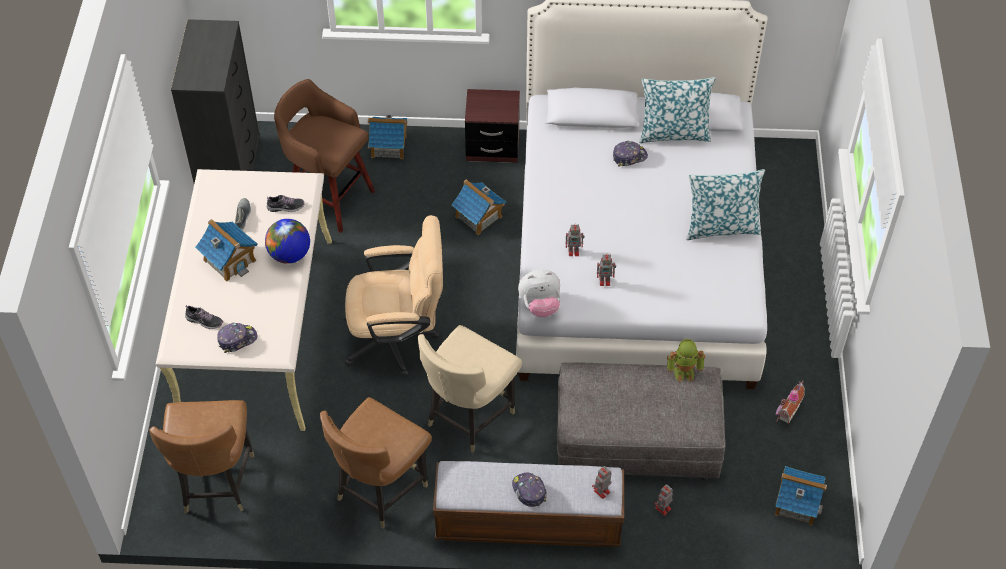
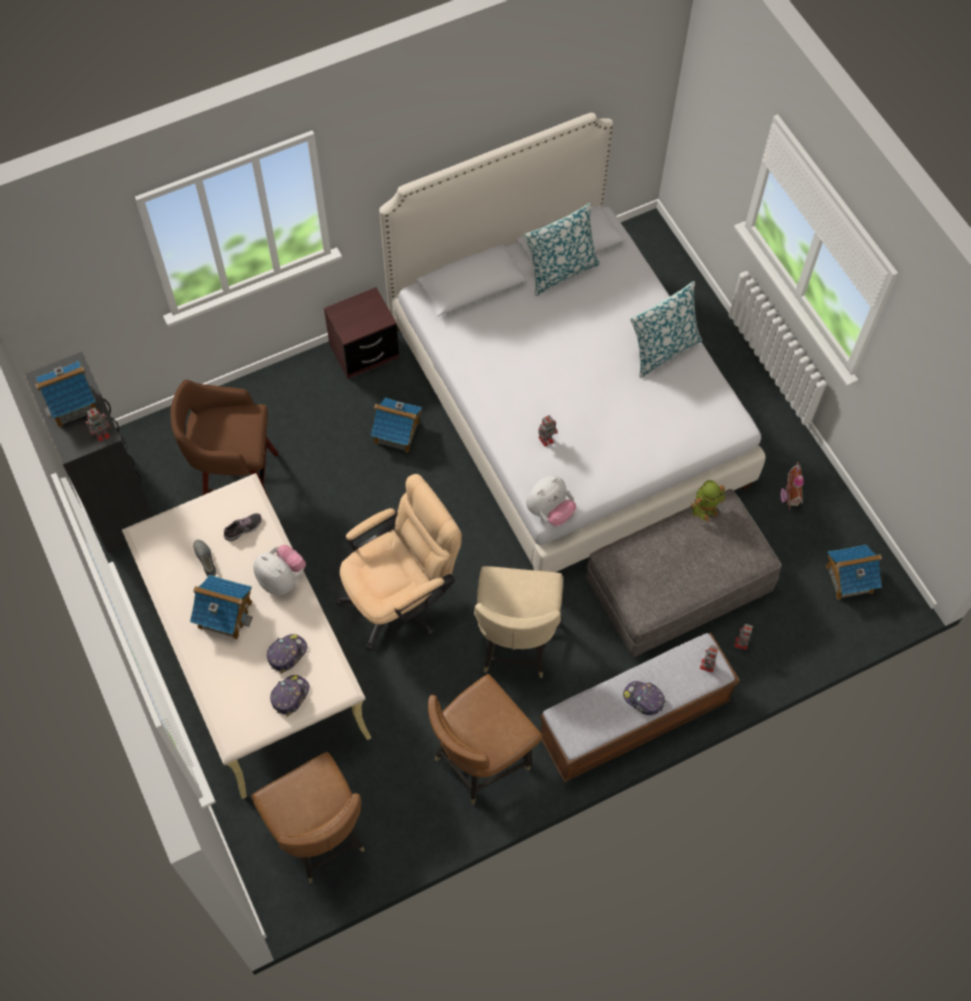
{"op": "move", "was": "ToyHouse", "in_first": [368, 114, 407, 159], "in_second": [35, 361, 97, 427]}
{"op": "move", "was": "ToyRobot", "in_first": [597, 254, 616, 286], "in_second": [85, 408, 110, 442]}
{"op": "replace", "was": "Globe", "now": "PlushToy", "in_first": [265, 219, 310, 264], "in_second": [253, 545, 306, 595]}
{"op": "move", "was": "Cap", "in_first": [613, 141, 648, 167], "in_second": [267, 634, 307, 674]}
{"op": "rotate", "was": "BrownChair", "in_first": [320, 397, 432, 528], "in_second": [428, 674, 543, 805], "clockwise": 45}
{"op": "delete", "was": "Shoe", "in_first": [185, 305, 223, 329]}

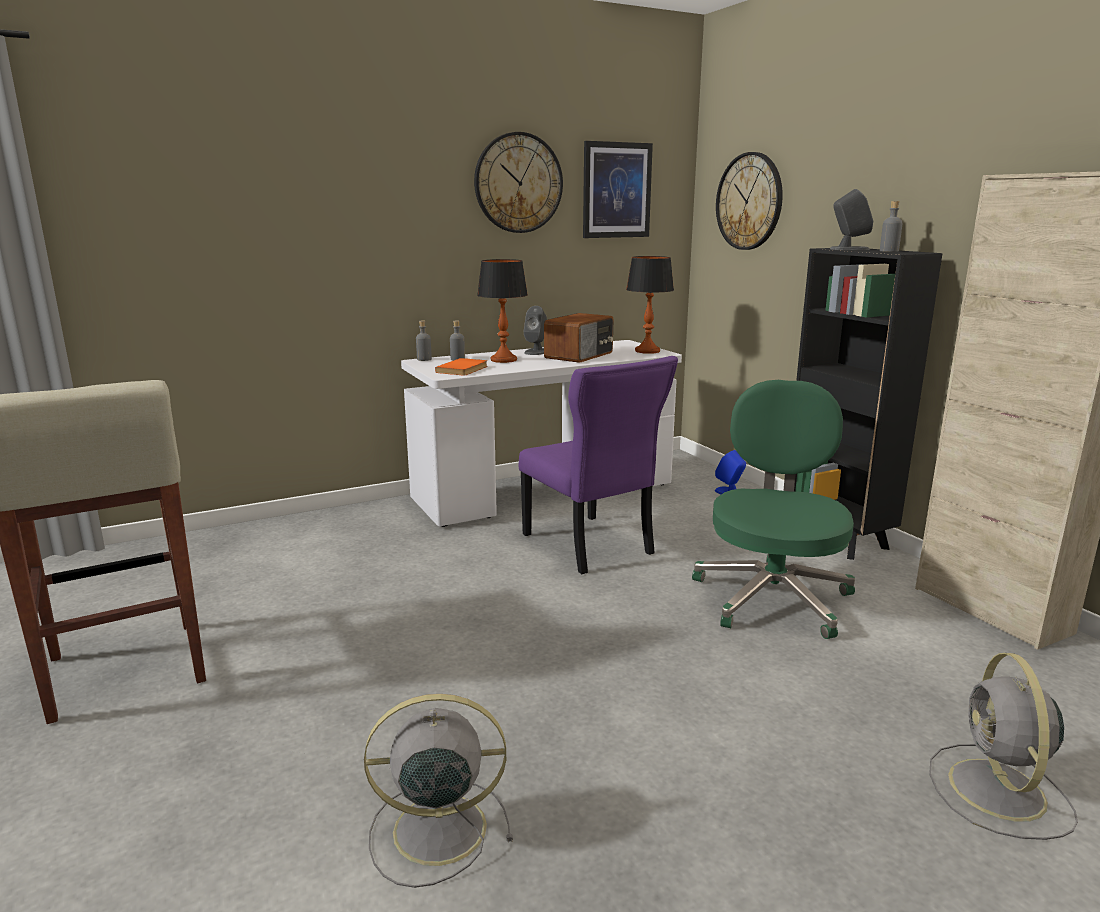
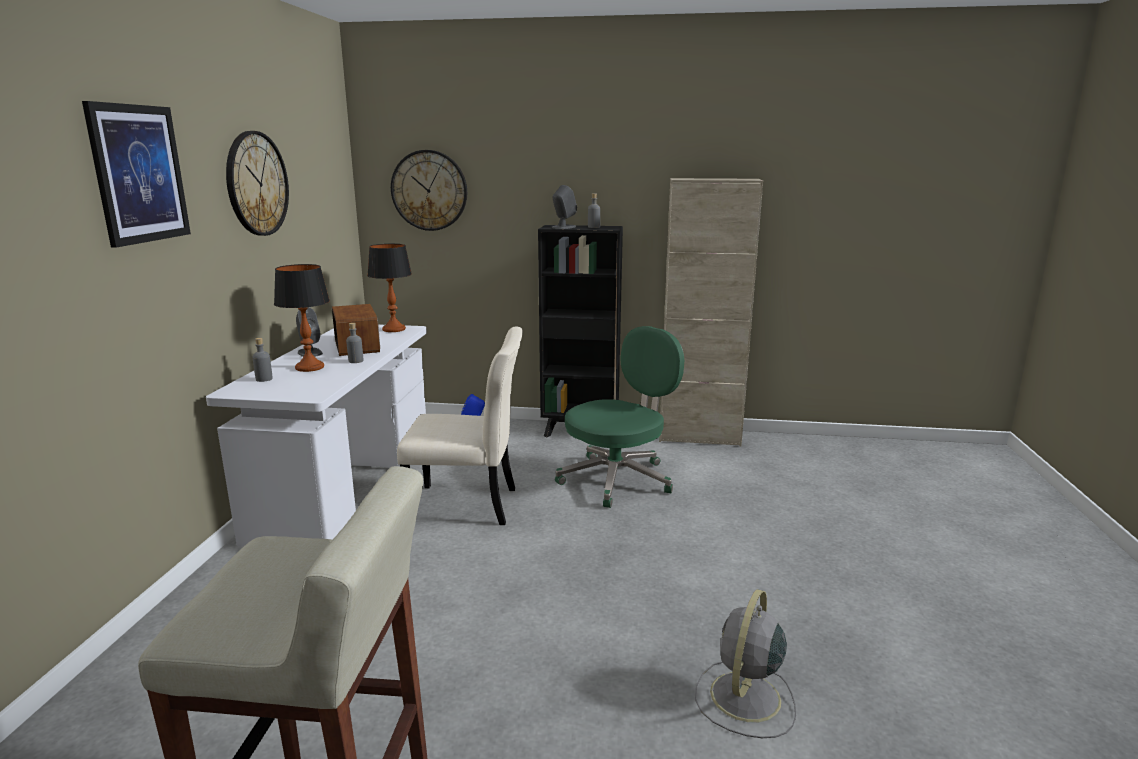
{"op": "move", "was": "Picture", "in_first": [583, 141, 653, 238], "in_second": [82, 101, 191, 248]}
{"op": "move", "was": "GreyBottle", "in_first": [416, 321, 432, 361], "in_second": [346, 323, 364, 363]}
{"op": "recolor", "was": "PurpleChair", "now": "BeigeChair", "in_first": [519, 356, 678, 574], "in_second": [397, 327, 523, 525]}
{"op": "rotate", "was": "GreenOfficeChair", "in_first": [692, 380, 855, 639], "in_second": [555, 326, 684, 508], "clockwise": 90}
{"op": "delete", "was": "OrangeBook", "in_first": [435, 358, 488, 376]}
{"op": "delete", "was": "GreyFan", "in_first": [929, 653, 1078, 840]}

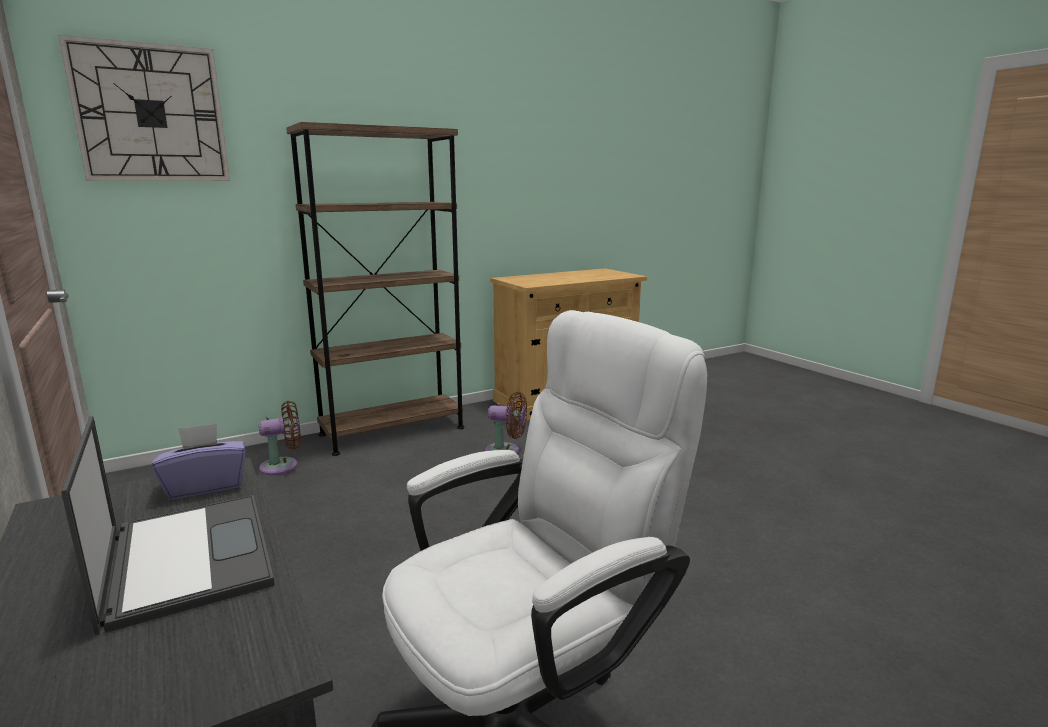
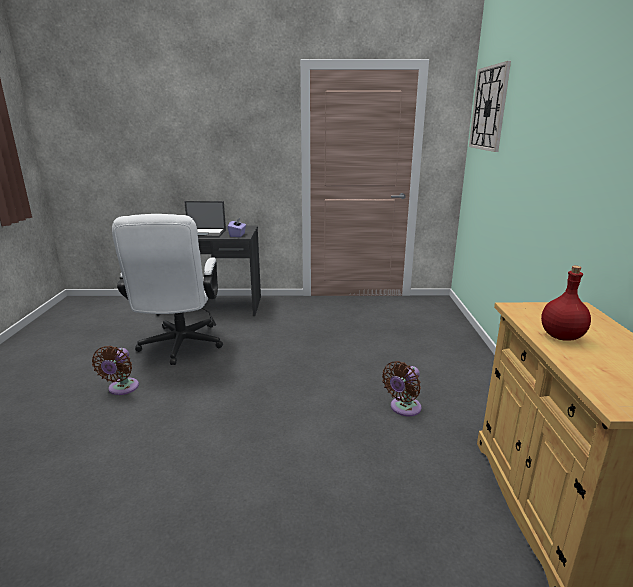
{"op": "move", "was": "BrownFan", "in_first": [258, 401, 301, 475], "in_second": [92, 346, 139, 395]}
{"op": "insert", "now": "RedBottle", "in_second": [541, 266, 591, 341]}
{"op": "delete", "was": "BrownBookcase", "in_first": [286, 122, 464, 456]}

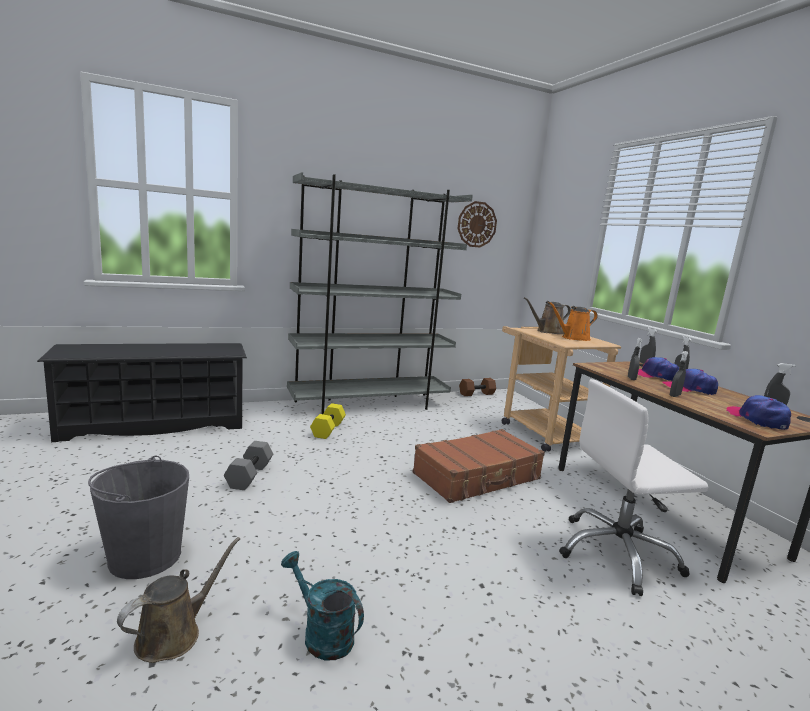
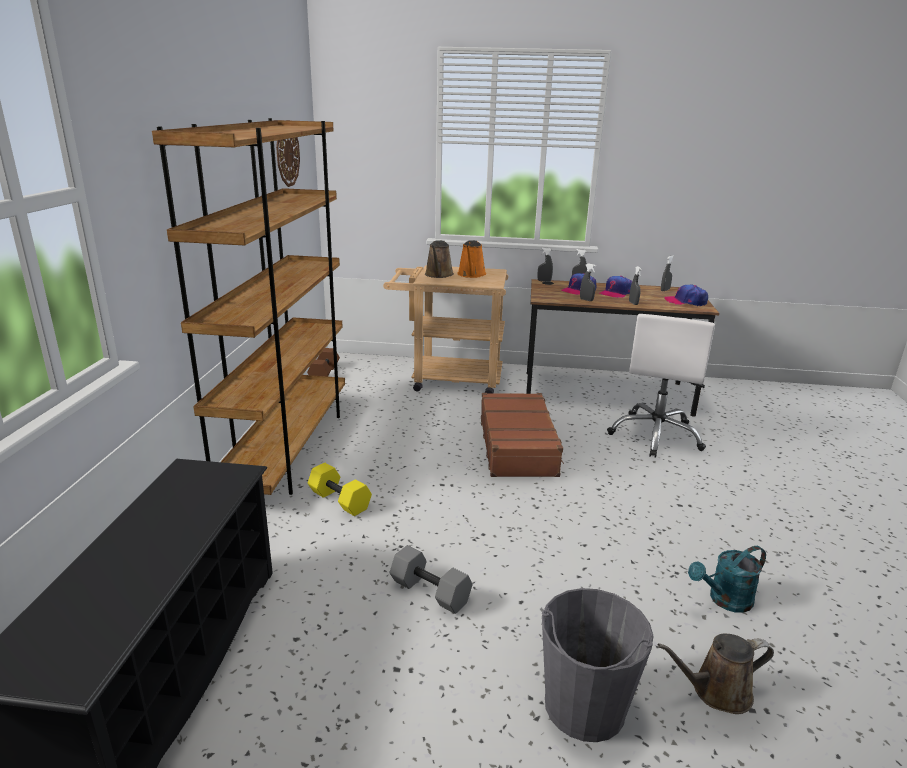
{"op": "recolor", "was": "GreyBookcase", "now": "BrownBookcase", "in_first": [287, 172, 473, 414], "in_second": [152, 118, 345, 495]}
{"op": "rotate", "was": "BrownWateringCan", "in_first": [117, 537, 240, 663], "in_second": [658, 634, 774, 714], "clockwise": -75}

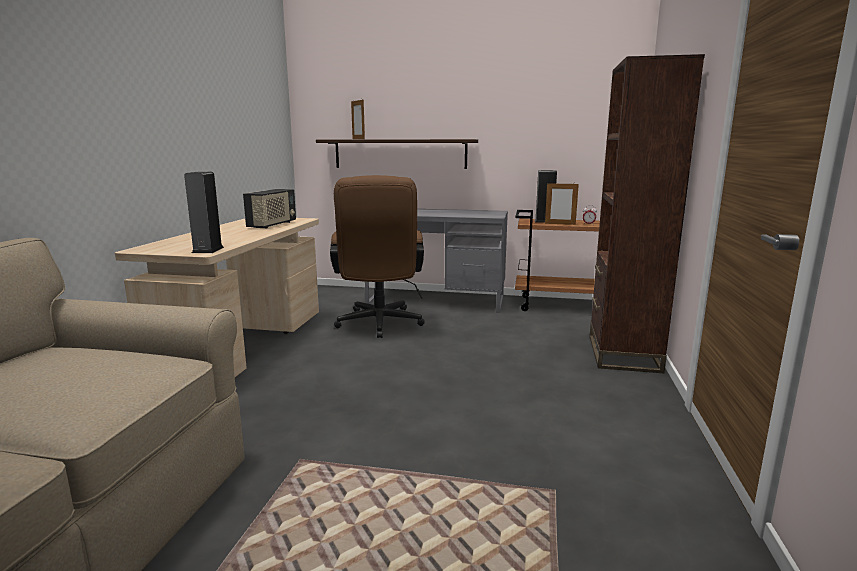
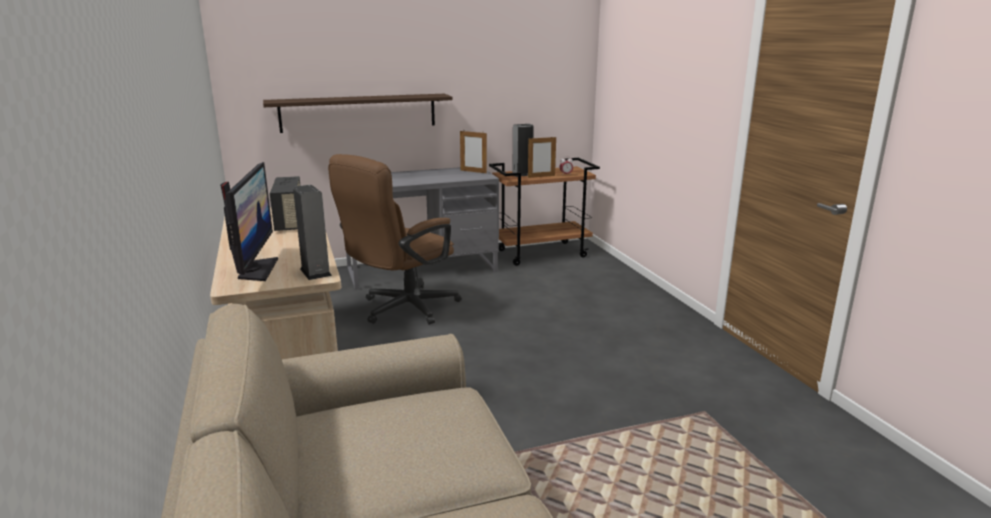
{"op": "insert", "now": "Monitor", "in_second": [220, 162, 278, 281]}
{"op": "rotate", "was": "BrownOfficeChair", "in_first": [330, 175, 425, 338], "in_second": [328, 154, 462, 325], "clockwise": 75}
{"op": "move", "was": "PictureFrame", "in_first": [351, 99, 365, 139], "in_second": [460, 131, 487, 173]}
{"op": "delete", "was": "BrownBookcase", "in_first": [589, 54, 705, 373]}

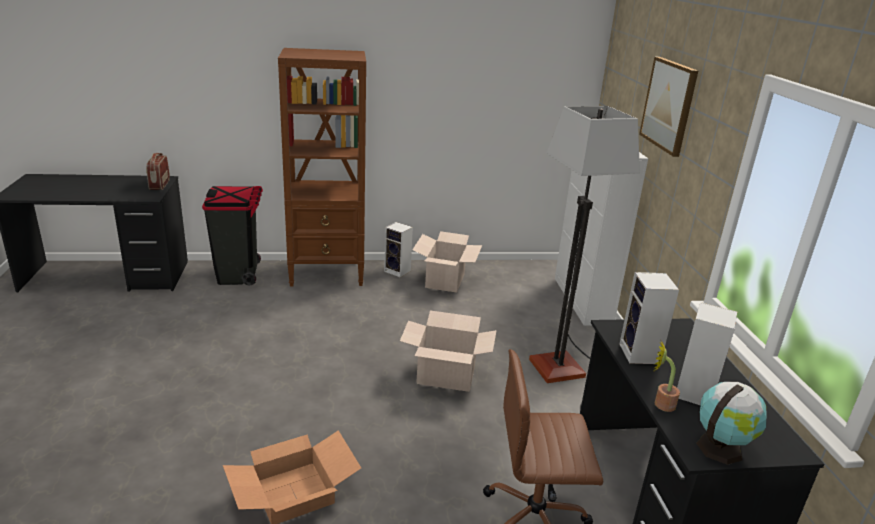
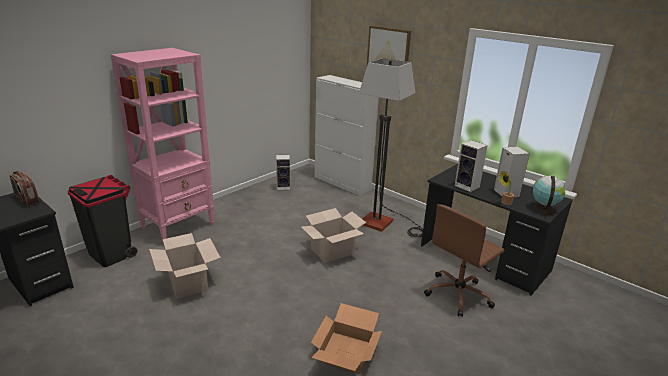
{"op": "recolor", "was": "BrownBookcase", "now": "PinkBookcase", "in_first": [278, 48, 366, 287], "in_second": [110, 48, 214, 245]}
{"op": "move", "was": "CardboardBox", "in_first": [413, 231, 482, 293], "in_second": [149, 233, 221, 299]}
{"op": "move", "was": "Speaker", "in_first": [384, 222, 413, 277], "in_second": [276, 155, 291, 190]}

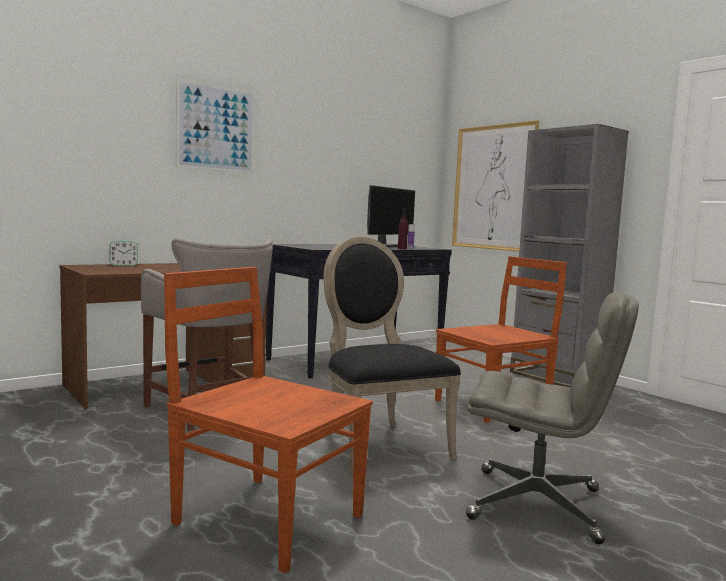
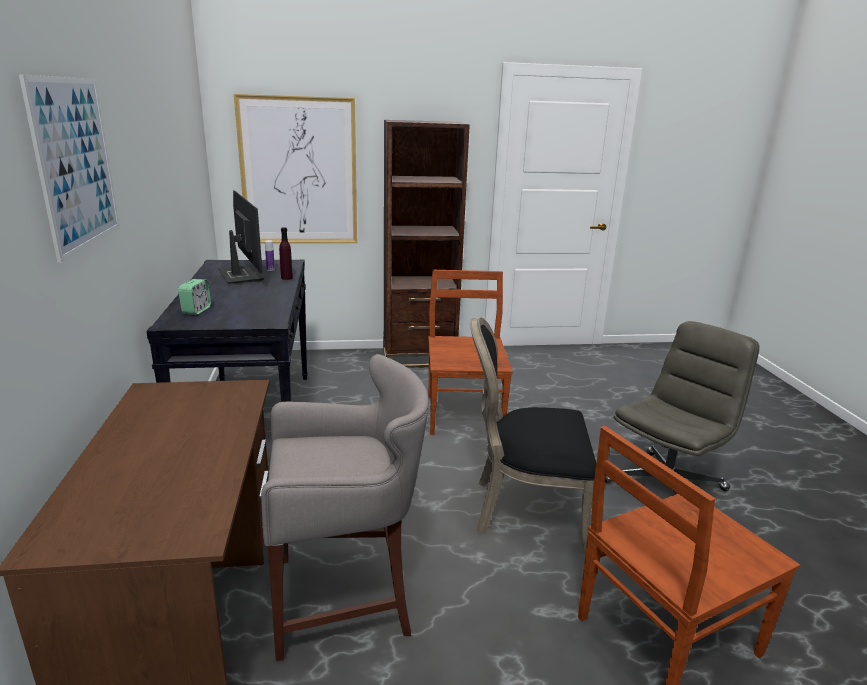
{"op": "move", "was": "AlarmClock", "in_first": [109, 241, 138, 266], "in_second": [178, 279, 211, 315]}
{"op": "recolor", "was": "GreyBookcase", "now": "BrownBookcase", "in_first": [510, 124, 629, 387], "in_second": [383, 120, 470, 368]}

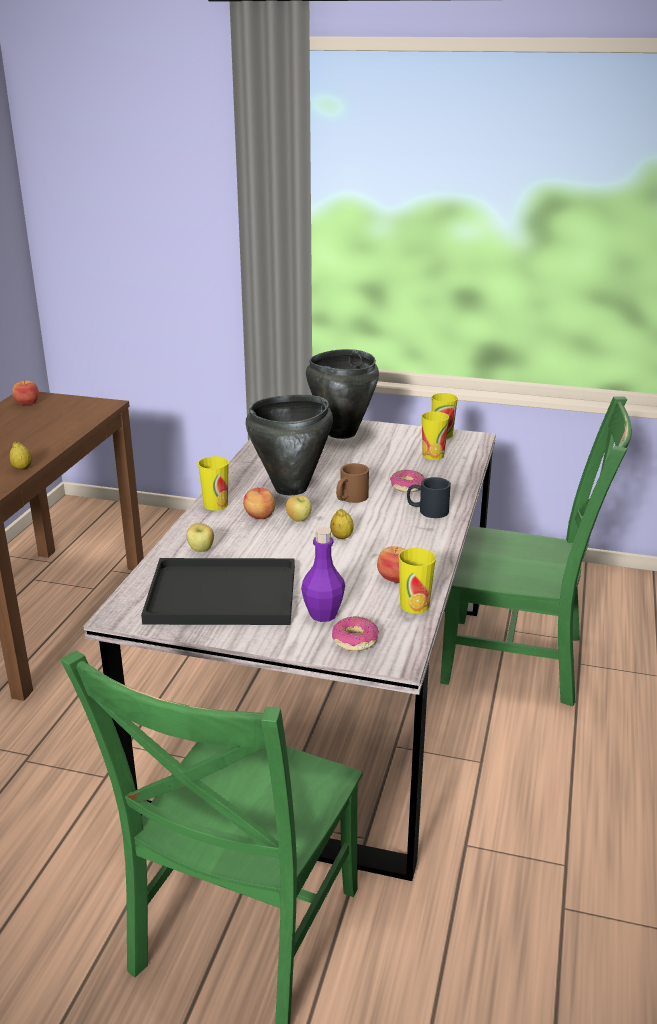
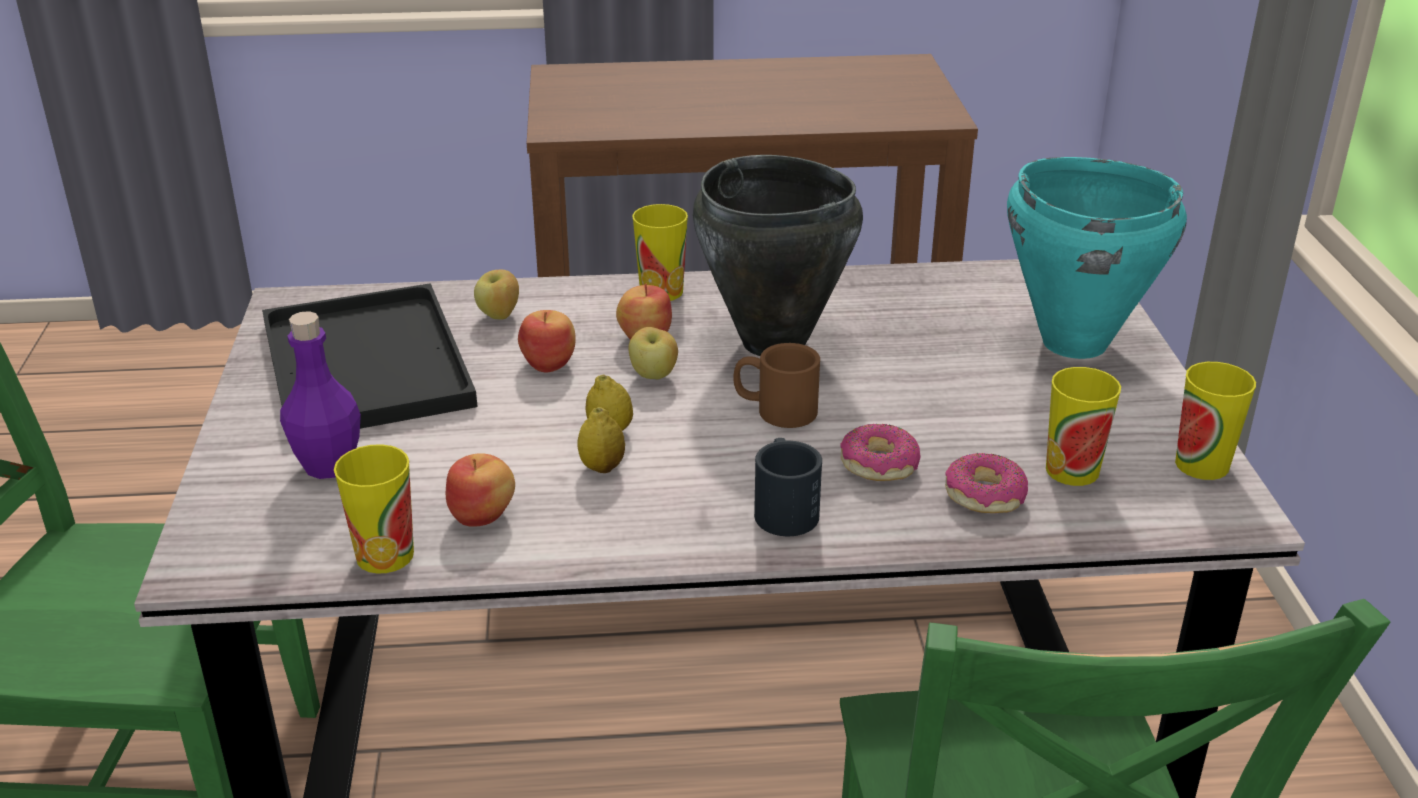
{"op": "move", "was": "Apple", "in_first": [12, 379, 39, 405], "in_second": [518, 310, 576, 373]}
{"op": "move", "was": "Lemon", "in_first": [10, 442, 32, 470], "in_second": [577, 407, 625, 473]}
{"op": "move", "was": "Donut", "in_first": [332, 616, 379, 651], "in_second": [945, 453, 1028, 513]}
{"op": "recolor", "was": "BlackCookingPot", "now": "TurquoiseCookingPot", "in_first": [306, 349, 379, 439], "in_second": [1007, 157, 1187, 359]}

